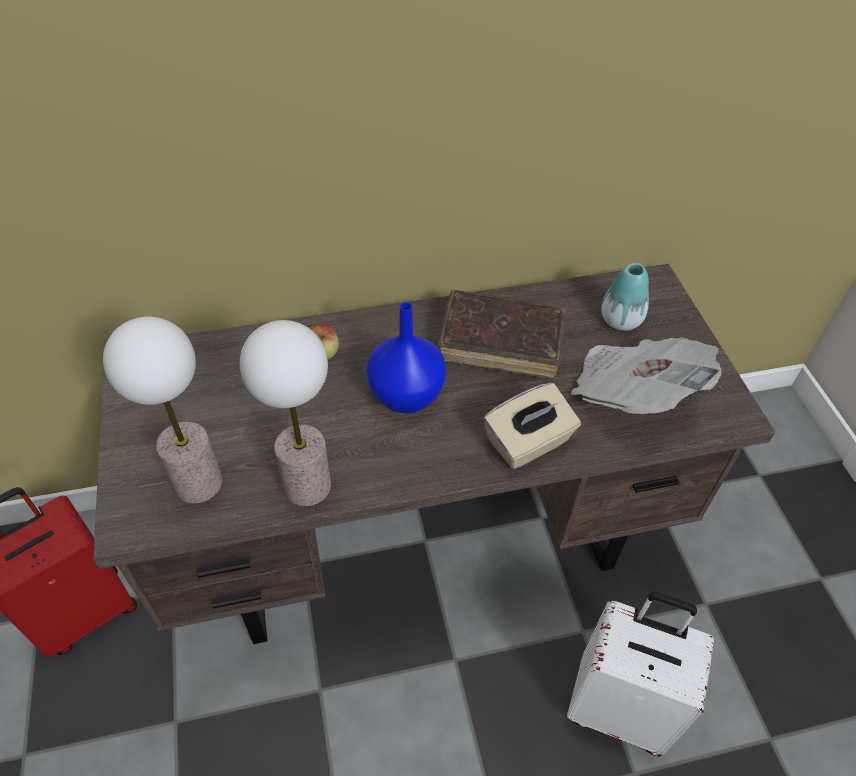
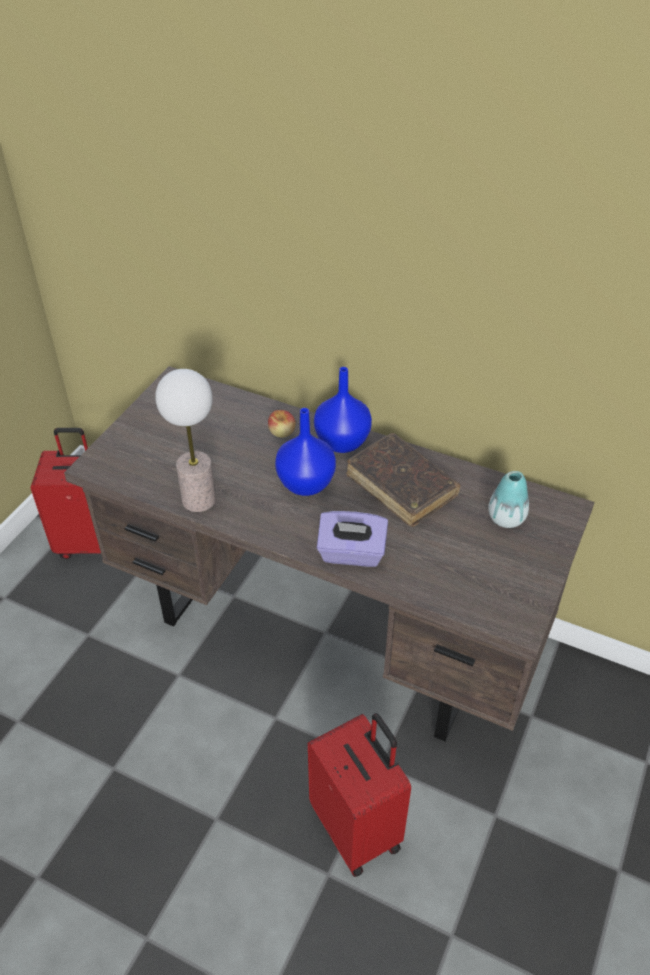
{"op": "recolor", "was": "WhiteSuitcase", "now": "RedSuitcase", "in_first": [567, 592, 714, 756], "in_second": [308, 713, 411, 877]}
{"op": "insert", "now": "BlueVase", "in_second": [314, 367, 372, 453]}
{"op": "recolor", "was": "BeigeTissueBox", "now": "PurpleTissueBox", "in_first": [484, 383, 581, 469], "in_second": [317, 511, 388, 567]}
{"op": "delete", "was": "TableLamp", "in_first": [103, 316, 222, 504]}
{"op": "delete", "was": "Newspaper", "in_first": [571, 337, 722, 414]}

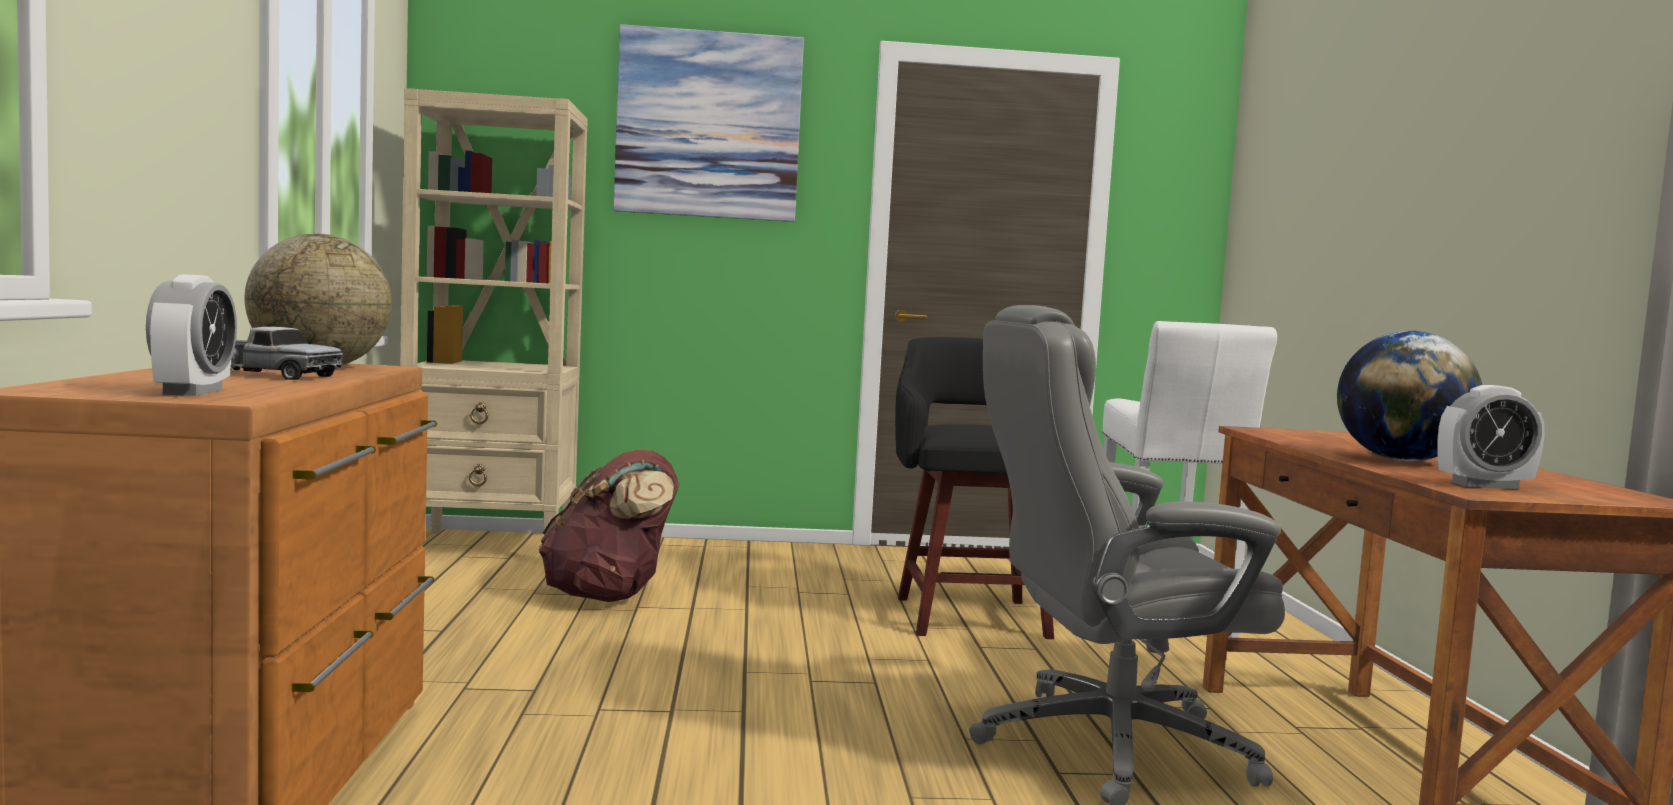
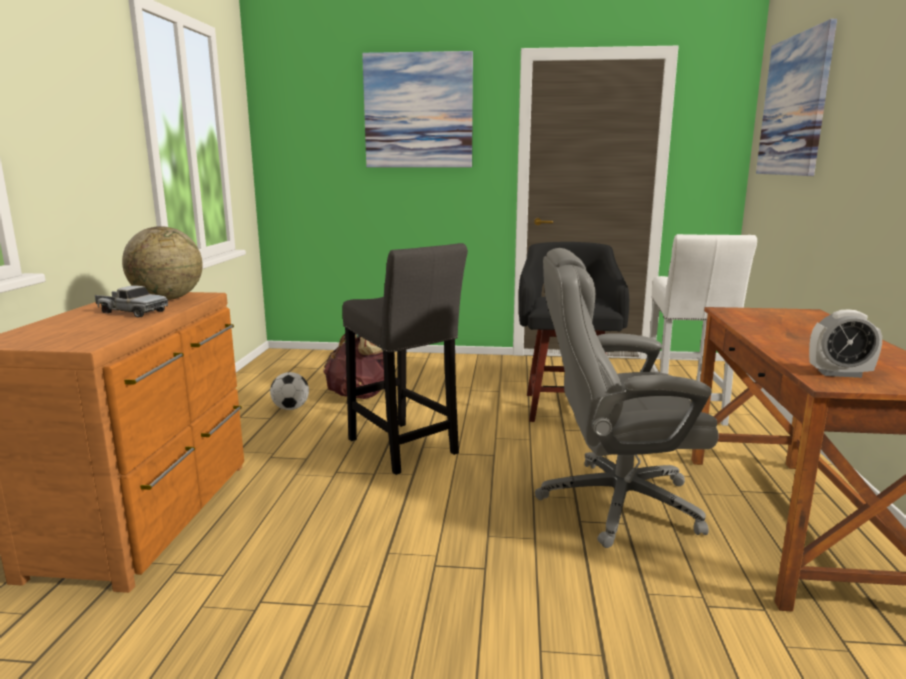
{"op": "insert", "now": "Football", "in_second": [270, 372, 309, 410]}
{"op": "insert", "now": "GreyStool", "in_second": [342, 243, 468, 475]}
{"op": "insert", "now": "Picture", "in_second": [756, 19, 837, 176]}
{"op": "delete", "was": "AlarmClock", "in_first": [146, 274, 237, 396]}
{"op": "delete", "was": "BeigeBookcase", "in_first": [400, 88, 588, 534]}
{"op": "delete", "was": "Globe", "in_first": [1337, 331, 1482, 462]}

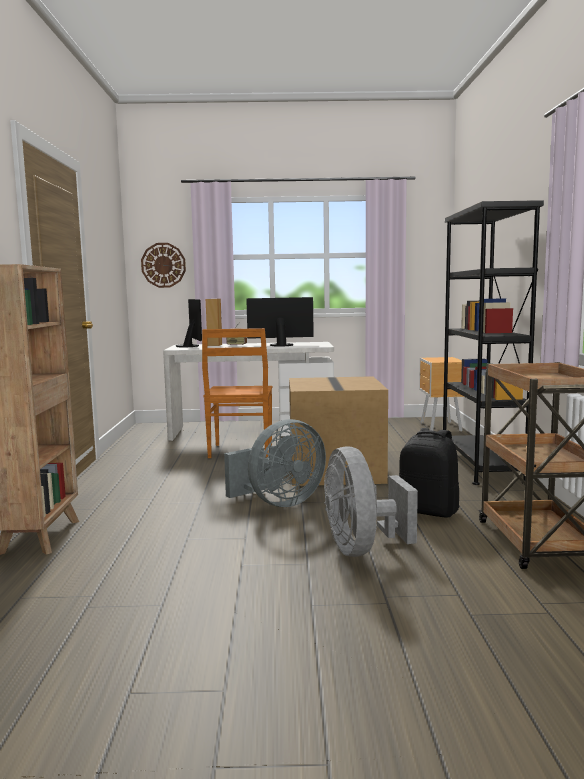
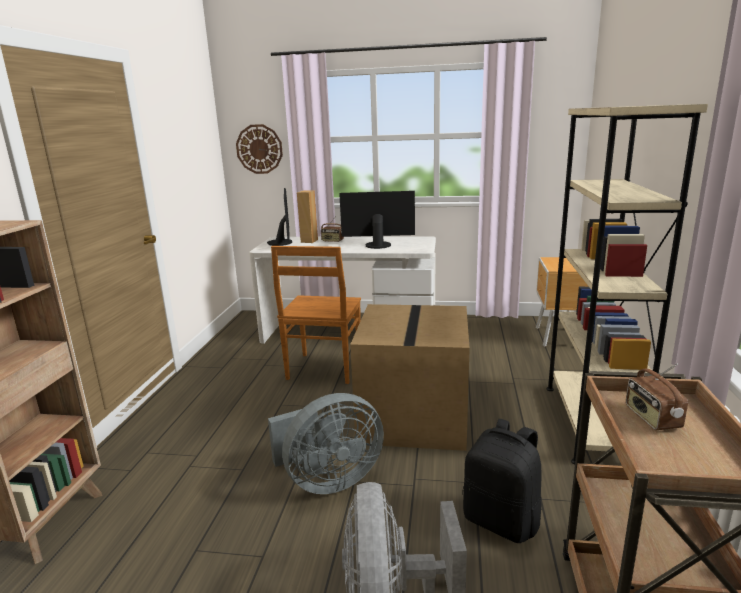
{"op": "recolor", "was": "BlackBookcase", "now": "BeigeBookcase", "in_first": [443, 200, 544, 485], "in_second": [546, 104, 708, 465]}
{"op": "insert", "now": "Radio", "in_second": [626, 363, 688, 430]}

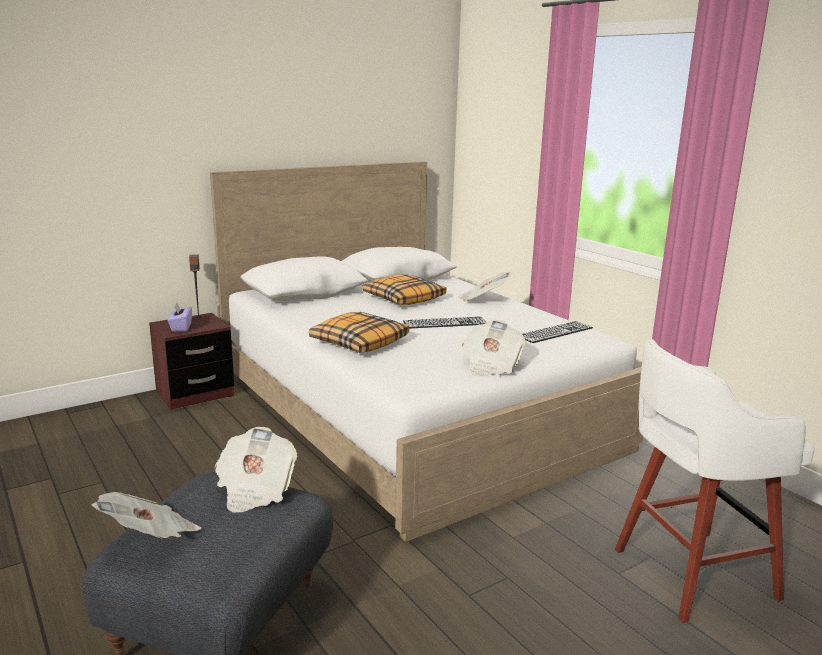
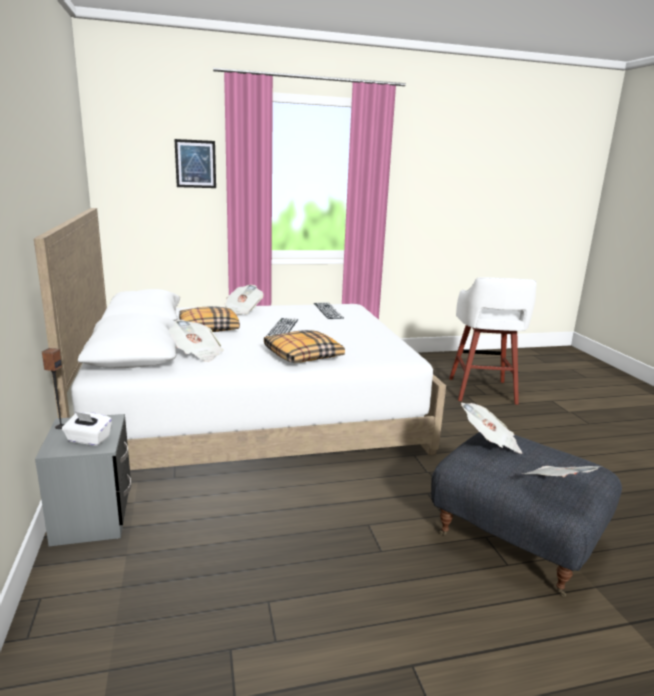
{"op": "recolor", "was": "BrownNightstand", "now": "GreyNightstand", "in_first": [149, 313, 234, 410], "in_second": [35, 414, 131, 546]}
{"op": "recolor", "was": "PurpleTissueBox", "now": "WhiteTissueBox", "in_first": [168, 302, 192, 331], "in_second": [62, 412, 112, 446]}
{"op": "move", "was": "Newspaper", "in_first": [462, 320, 526, 376], "in_second": [169, 320, 224, 362]}
{"op": "insert", "now": "Picture", "in_second": [174, 139, 216, 188]}

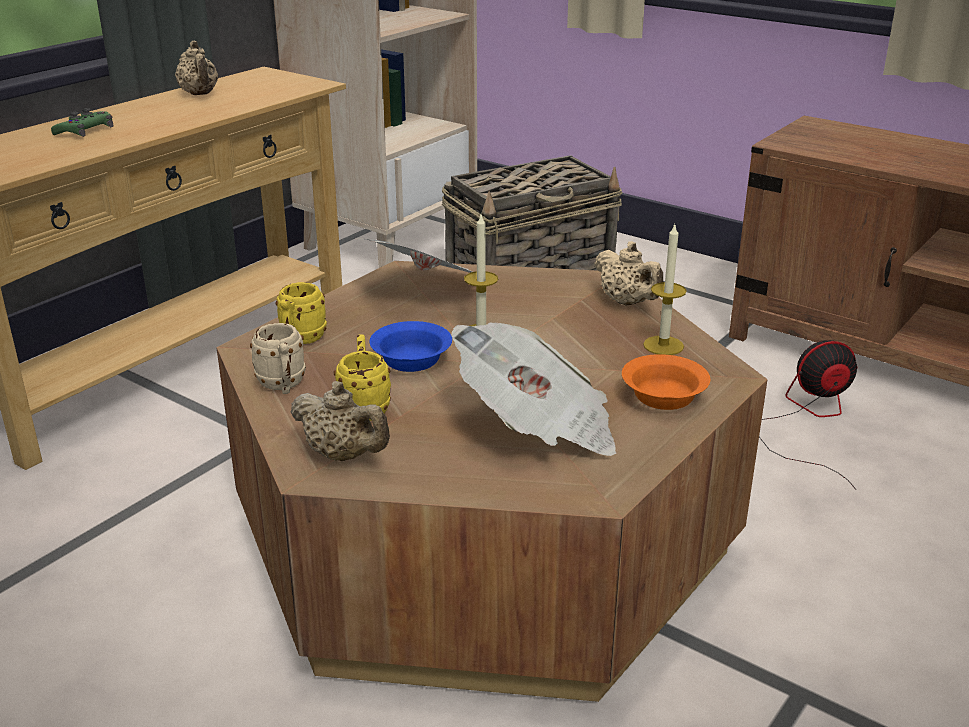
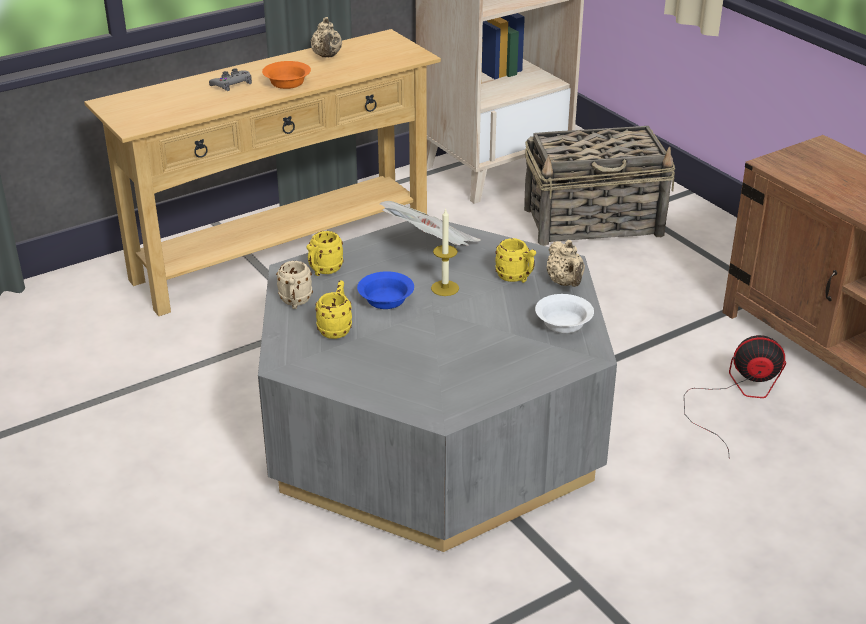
{"op": "recolor", "was": "GreenGameController", "now": "GreyGameController", "in_first": [51, 108, 114, 137], "in_second": [209, 68, 252, 91]}
{"op": "recolor", "was": "BrownCoffeeTable", "now": "GreyCoffeeTable", "in_first": [216, 261, 767, 702], "in_second": [258, 220, 617, 552]}
{"op": "move", "was": "OrangeBowl", "in_first": [622, 354, 710, 410], "in_second": [262, 61, 311, 89]}
{"op": "insert", "now": "YellowMug", "in_second": [495, 238, 536, 283]}
{"op": "replace", "was": "Candle", "now": "WhiteBowl", "in_first": [643, 225, 687, 355], "in_second": [535, 294, 594, 333]}
{"op": "delete", "was": "BeigeTeapot", "in_first": [290, 381, 390, 461]}
{"op": "delete", "was": "Newspaper", "in_first": [451, 322, 617, 456]}

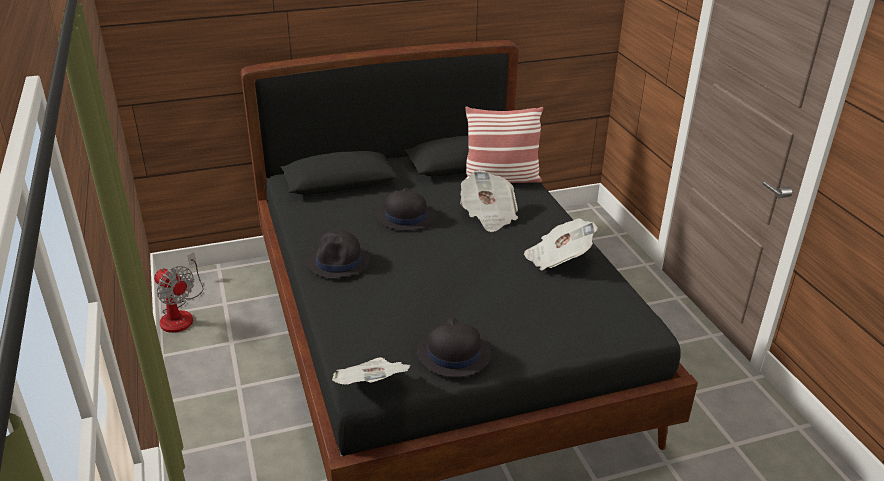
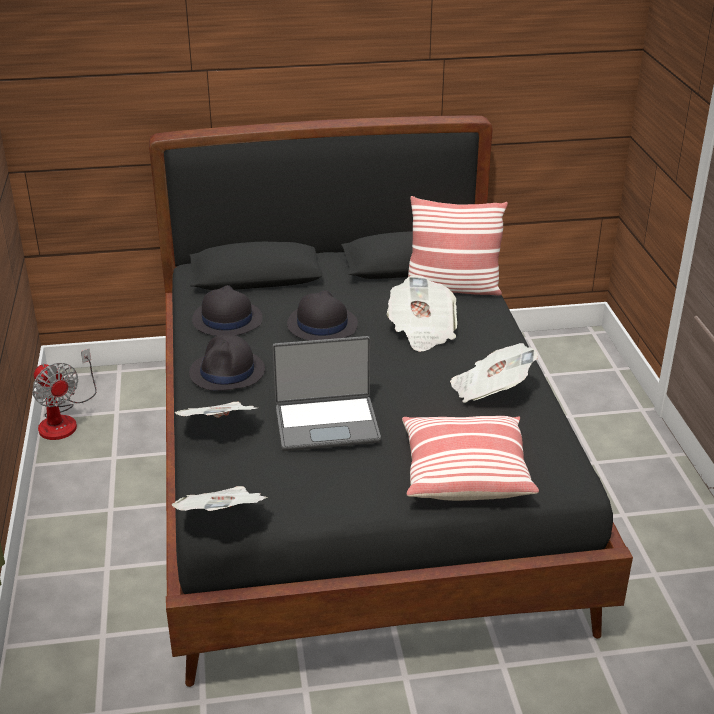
{"op": "insert", "now": "Newspaper", "in_second": [174, 402, 256, 418]}
{"op": "move", "was": "BlackHat", "in_first": [417, 317, 491, 377], "in_second": [192, 285, 262, 336]}
{"op": "insert", "now": "Laptop", "in_second": [273, 336, 381, 451]}
{"op": "insert", "now": "Pillow", "in_second": [402, 416, 539, 501]}

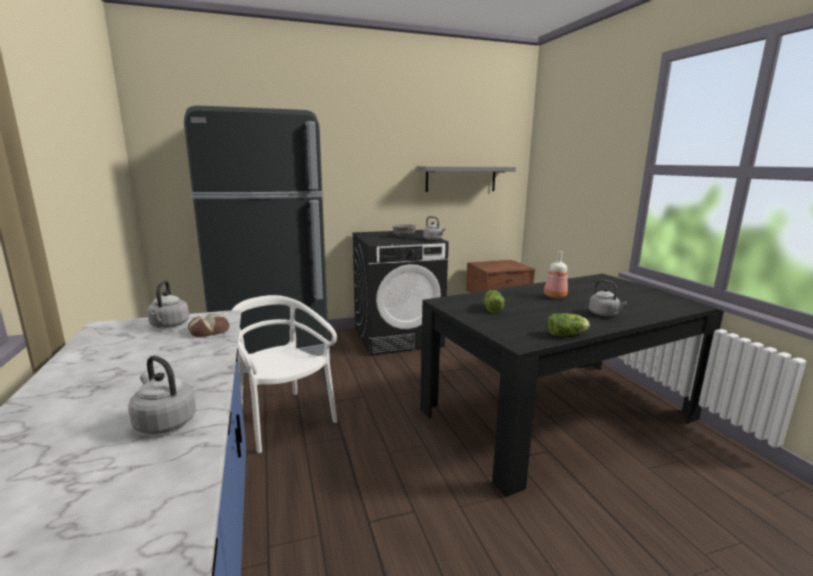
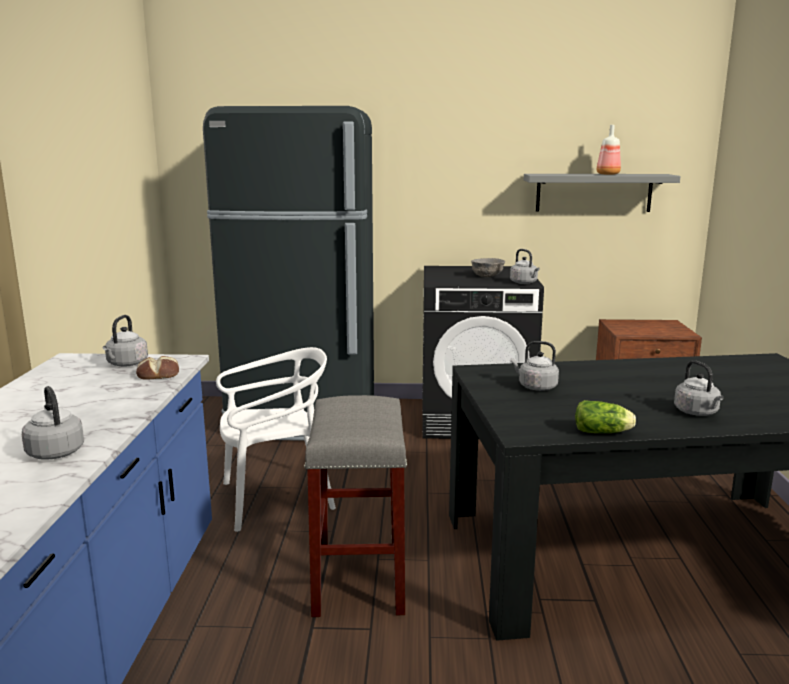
{"op": "rotate", "was": "WhiteChair", "in_first": [232, 295, 338, 453], "in_second": [216, 347, 336, 532], "clockwise": 90}
{"op": "insert", "now": "GreyStool", "in_second": [304, 395, 407, 617]}
{"op": "replace", "was": "Lettuce", "now": "GreyKettle", "in_first": [484, 290, 505, 313], "in_second": [511, 341, 559, 391]}
{"op": "move", "was": "Bottle", "in_first": [544, 251, 568, 298], "in_second": [597, 125, 621, 175]}

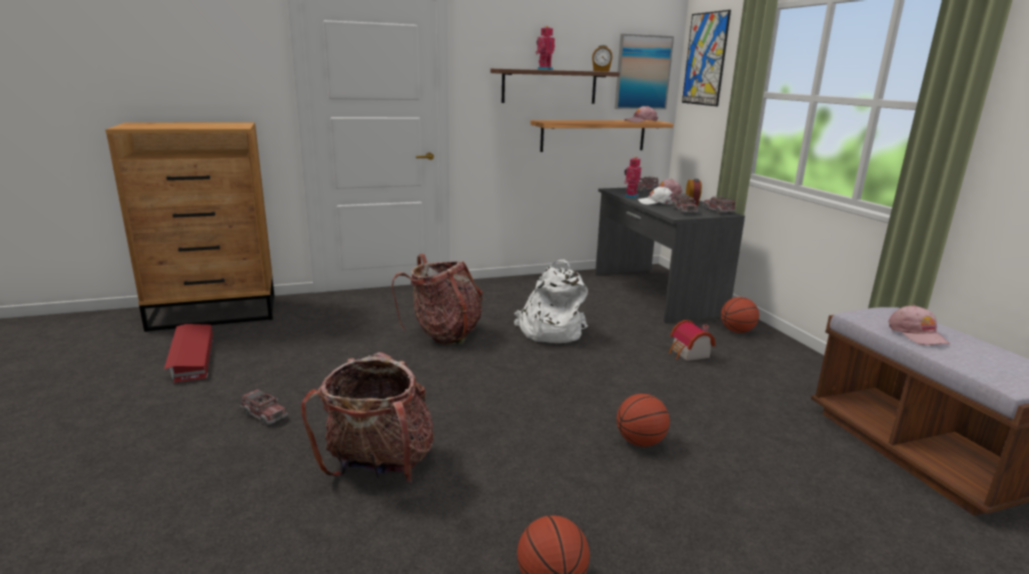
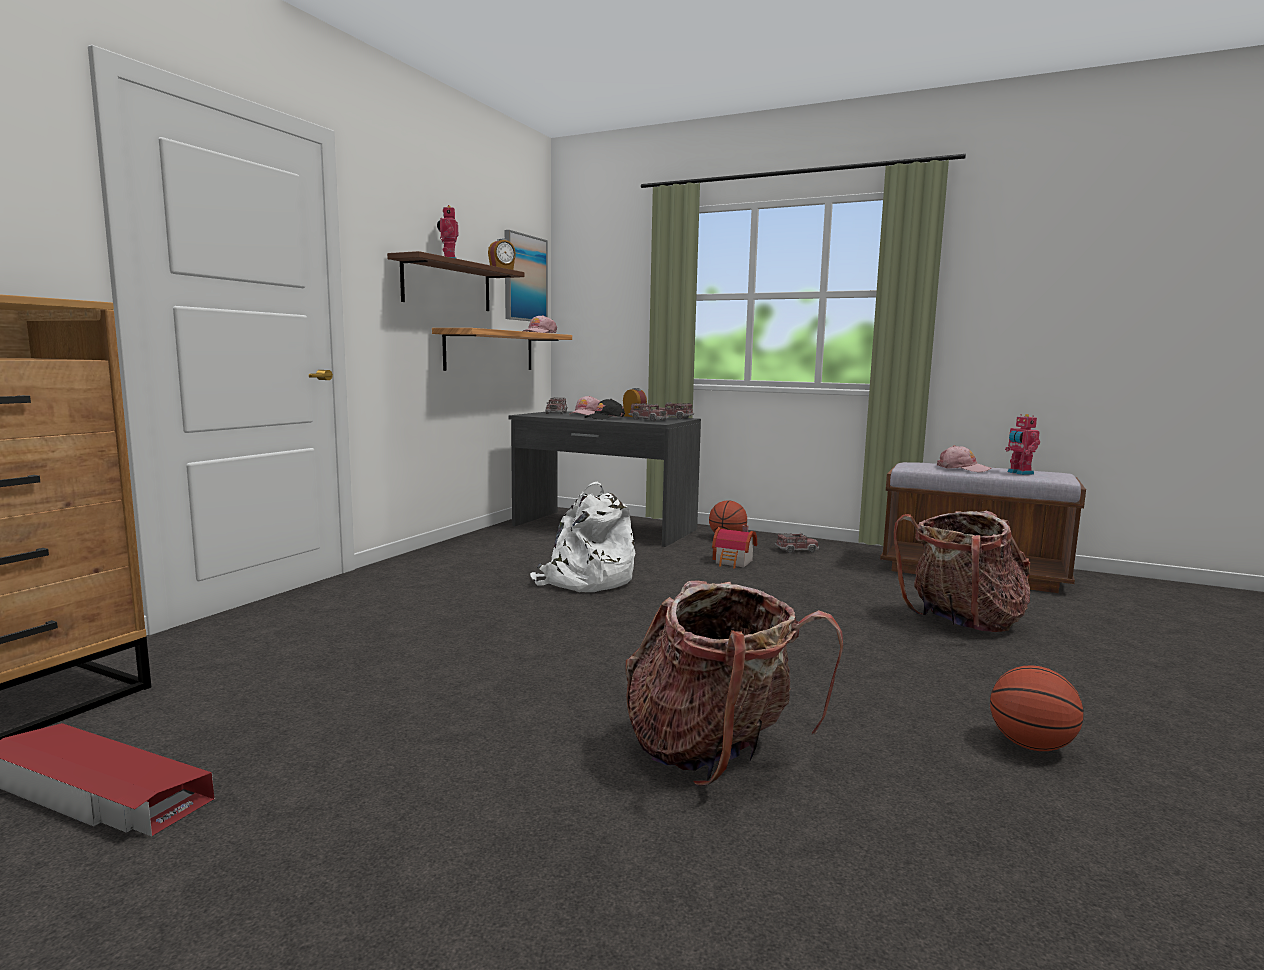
{"op": "recolor", "was": "WhiteCap", "now": "BlackCap", "in_first": [638, 187, 674, 205], "in_second": [585, 399, 625, 420]}
{"op": "move", "was": "ToyTruck", "in_first": [240, 388, 288, 426], "in_second": [775, 533, 819, 553]}
{"op": "move", "was": "Backpack", "in_first": [392, 254, 483, 345], "in_second": [894, 511, 1030, 632]}
{"op": "move", "was": "ToyRobot", "in_first": [624, 157, 641, 198], "in_second": [1005, 414, 1040, 475]}
{"op": "delete", "was": "Basketball", "in_first": [617, 394, 670, 447]}
{"op": "delete", "was": "Picture", "in_first": [682, 10, 731, 106]}

